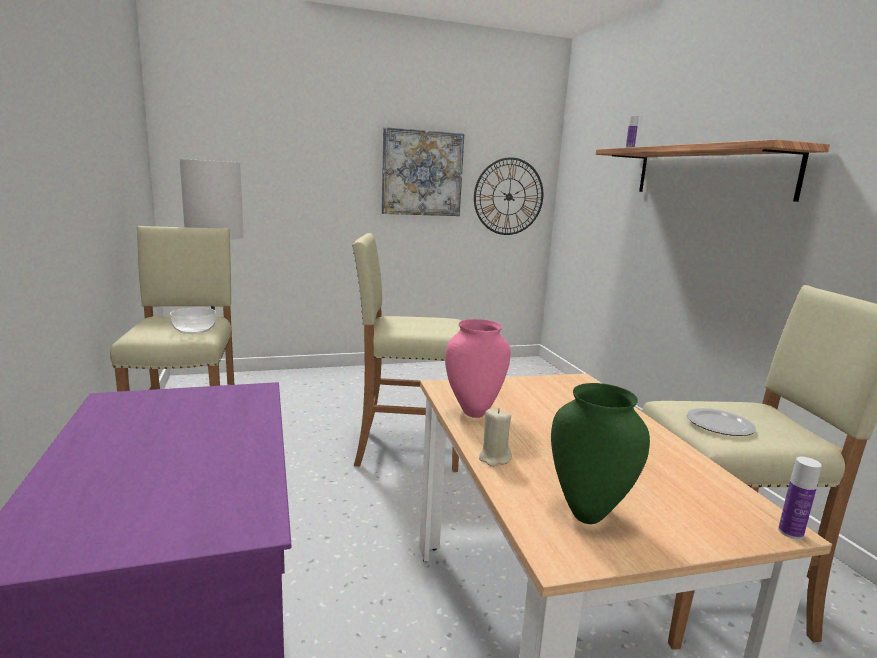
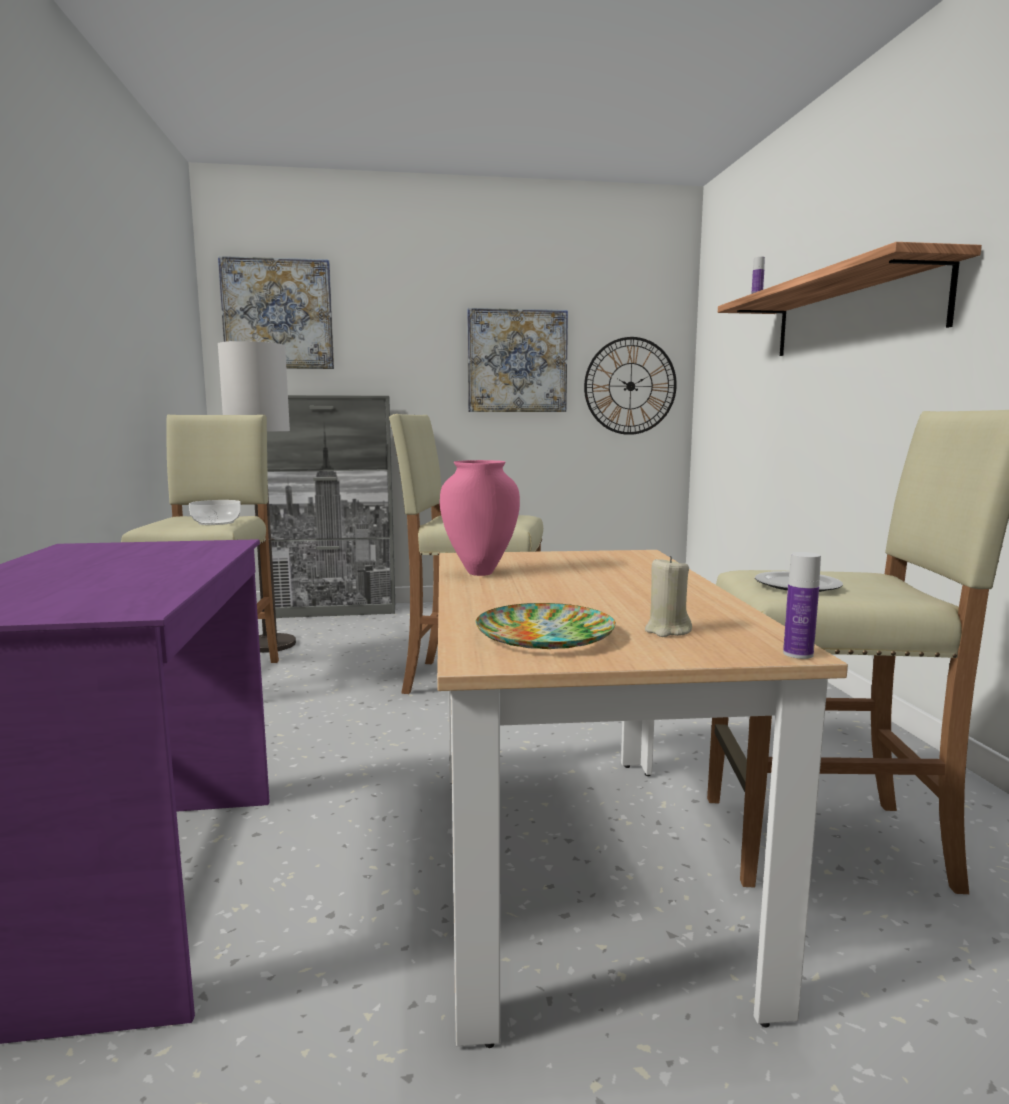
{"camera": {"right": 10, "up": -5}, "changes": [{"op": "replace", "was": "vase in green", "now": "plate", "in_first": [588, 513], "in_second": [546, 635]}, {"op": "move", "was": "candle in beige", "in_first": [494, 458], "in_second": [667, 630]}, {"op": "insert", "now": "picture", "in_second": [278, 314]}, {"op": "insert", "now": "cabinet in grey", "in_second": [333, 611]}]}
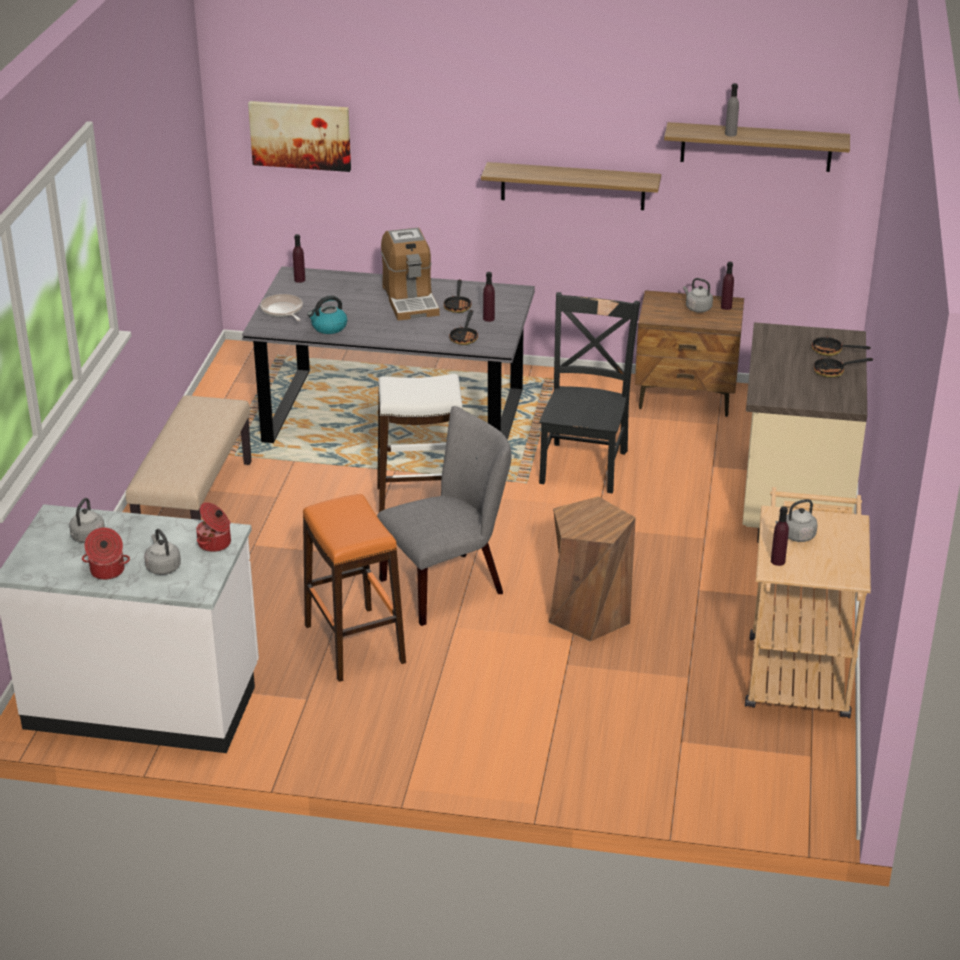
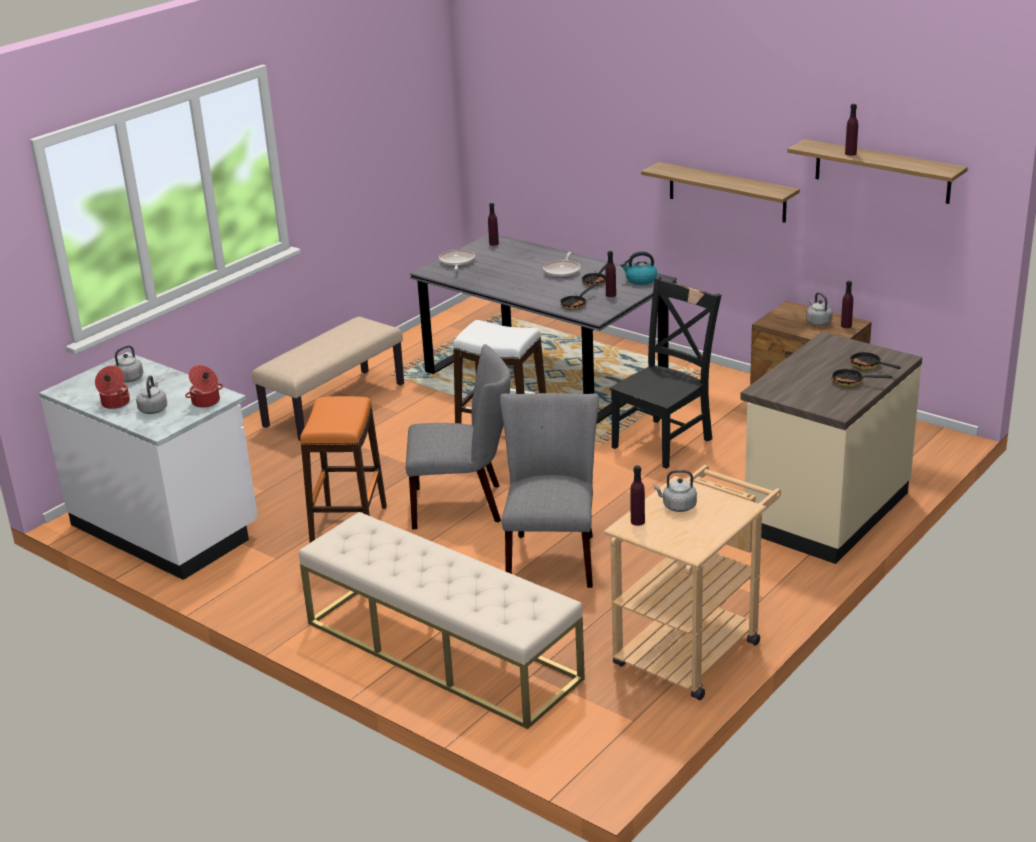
{"camera": {"right": 30, "up": -5}, "changes": [{"op": "recolor", "was": "bottle in grey", "now": "bottle in purple", "in_first": [730, 134], "in_second": [850, 153]}, {"op": "delete", "was": "picture", "in_first": [300, 135]}, {"op": "replace", "was": "coffee machine", "now": "frying pan", "in_first": [410, 300], "in_second": [562, 271]}, {"op": "move", "was": "kettle", "in_first": [328, 327], "in_second": [640, 280]}, {"op": "replace", "was": "stool in brown", "now": "chair in grey", "in_first": [588, 615], "in_second": [552, 556]}, {"op": "insert", "now": "bench in beige", "in_second": [441, 650]}]}
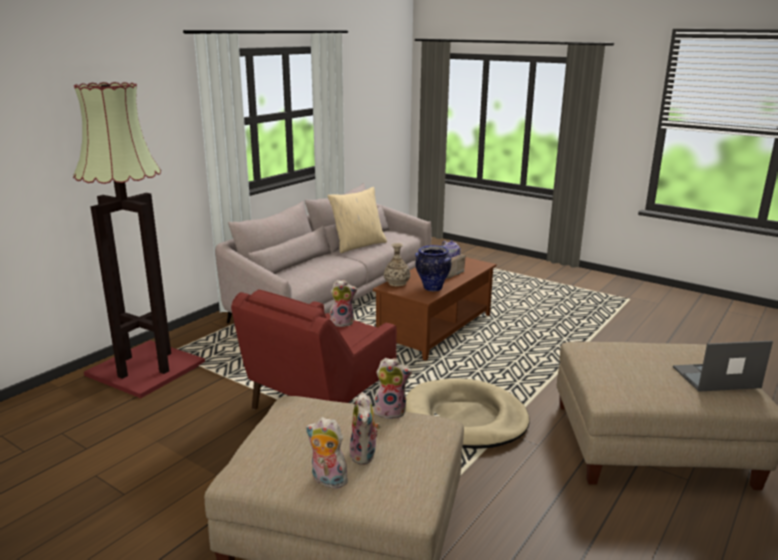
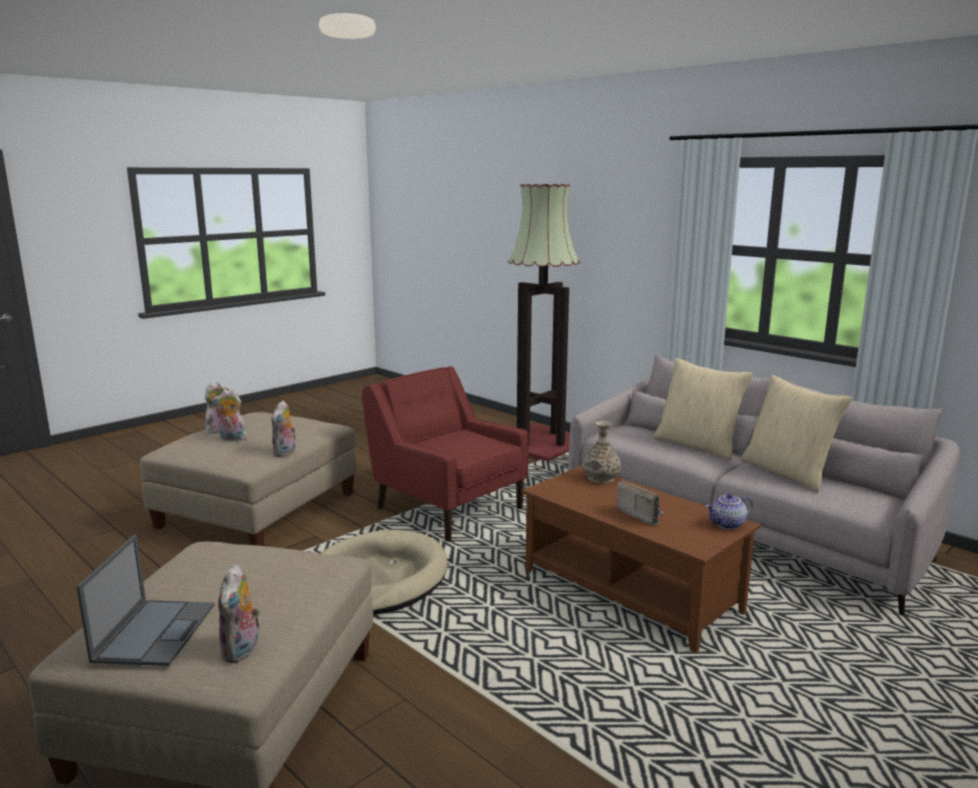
{"camera": {"right": 100, "up": -5}, "changes": [{"op": "delete", "was": "vase", "in_first": [432, 288]}, {"op": "move", "was": "plush toy", "in_first": [342, 322], "in_second": [242, 651]}, {"op": "insert", "now": "pillow in beige", "in_second": [698, 445]}]}
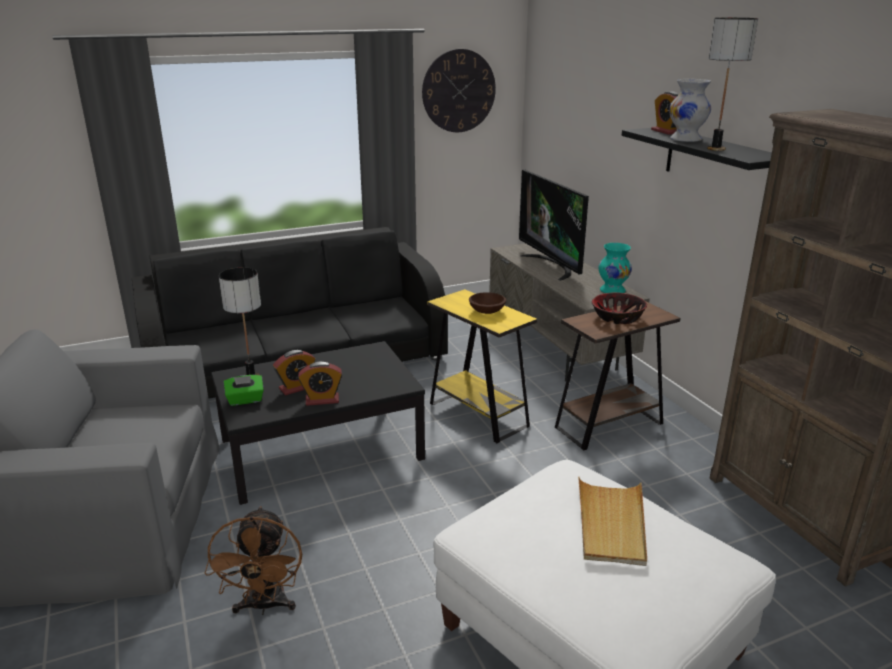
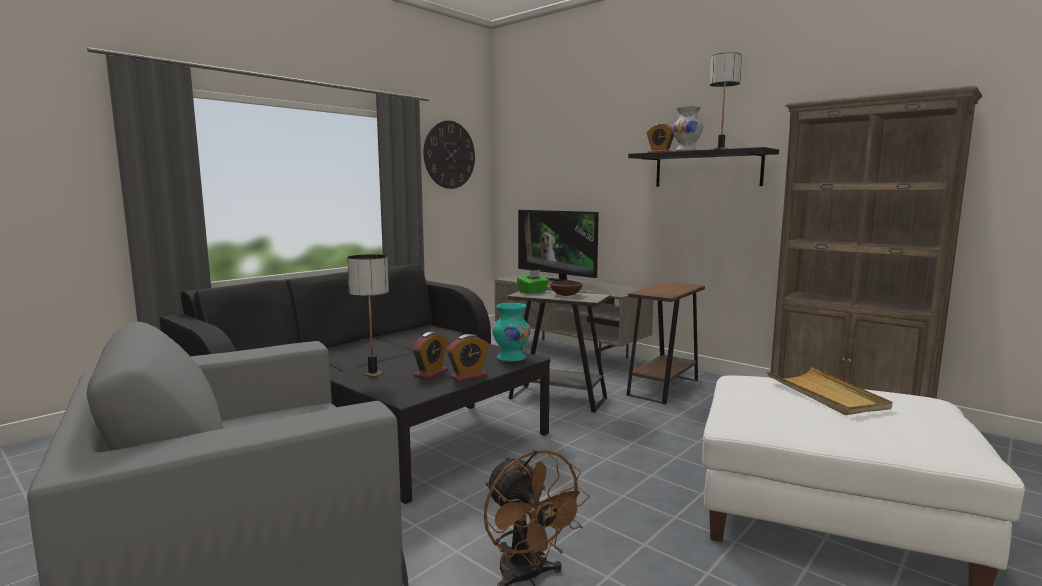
{"camera": {"right": -25, "up": -15}, "changes": [{"op": "move", "was": "vase in turquoise", "in_first": [612, 291], "in_second": [511, 358]}, {"op": "recolor", "was": "side table in yellow", "now": "side table in grey", "in_first": [478, 415], "in_second": [557, 398]}, {"op": "delete", "was": "bowl", "in_first": [617, 318]}, {"op": "move", "was": "tissue box in green", "in_first": [245, 400], "in_second": [533, 292]}]}
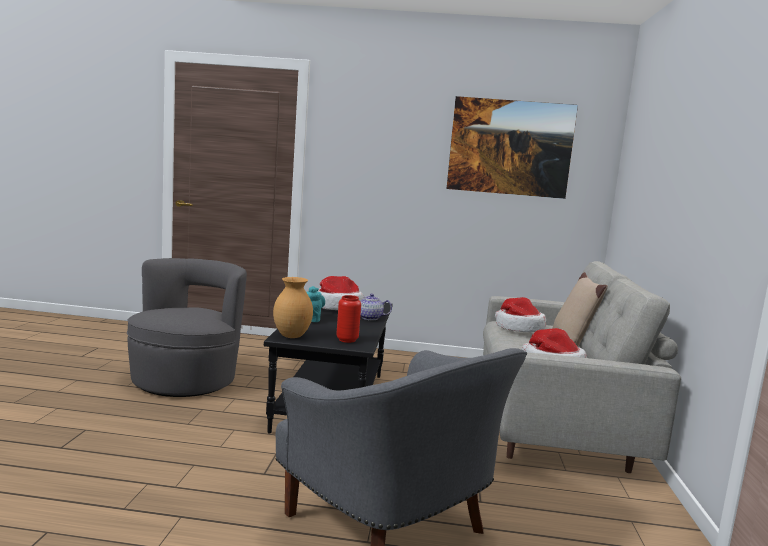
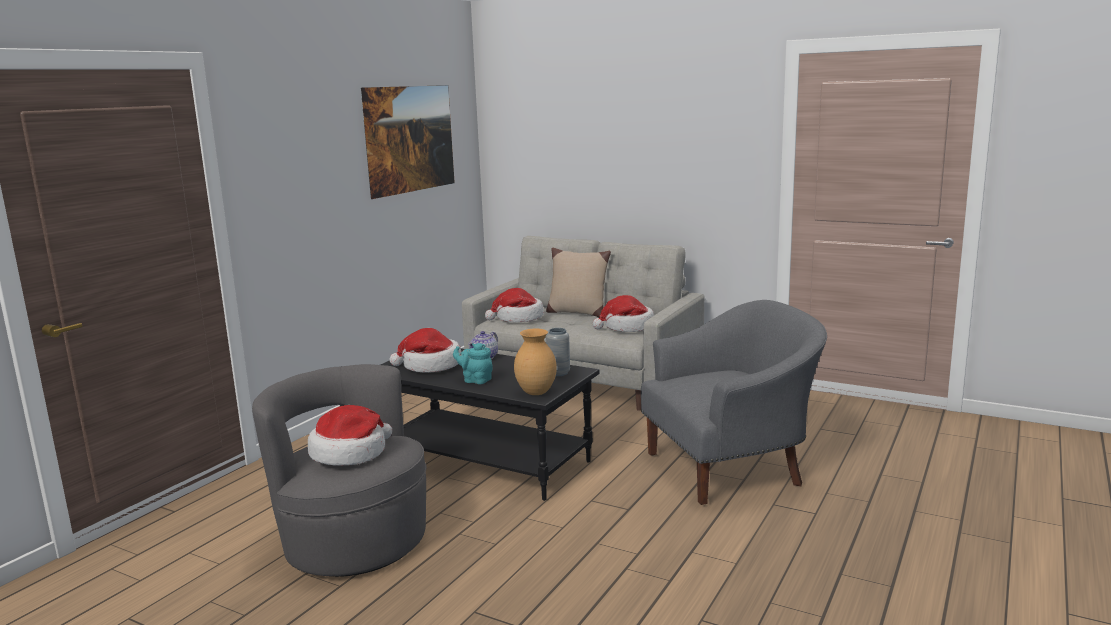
{"camera": {"right": -65, "up": 5}, "changes": [{"op": "recolor", "was": "vase in red", "now": "vase in grey", "in_first": [347, 340], "in_second": [558, 373]}, {"op": "insert", "now": "hat", "in_second": [350, 453]}]}
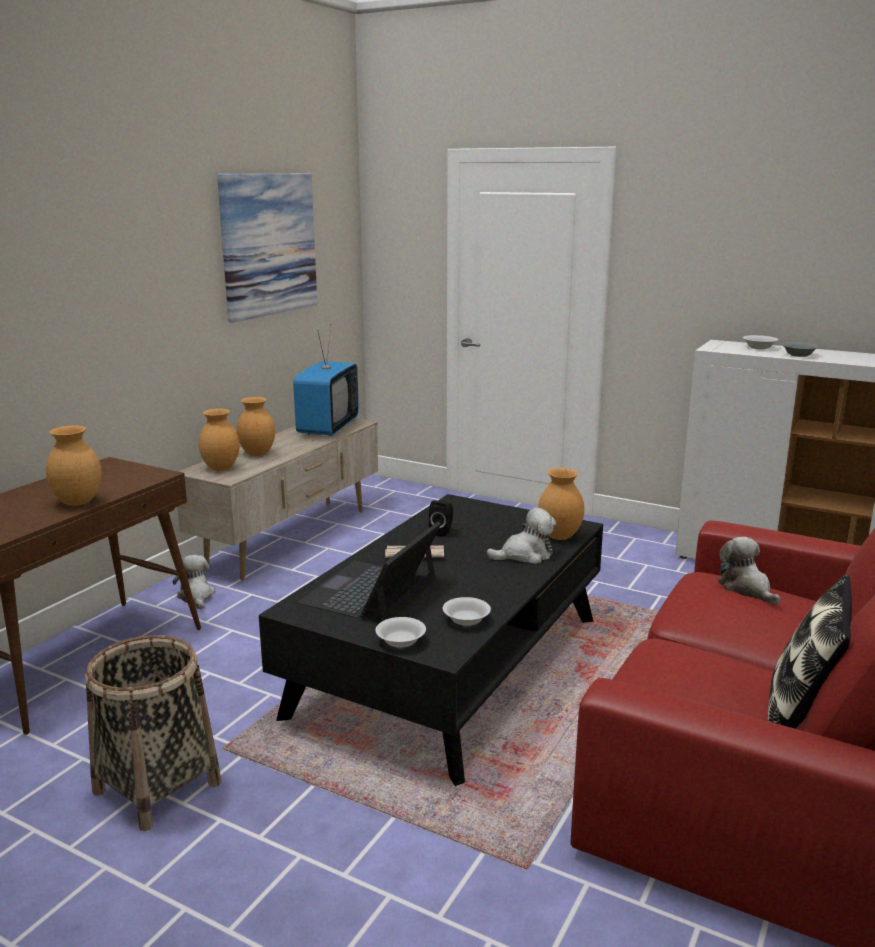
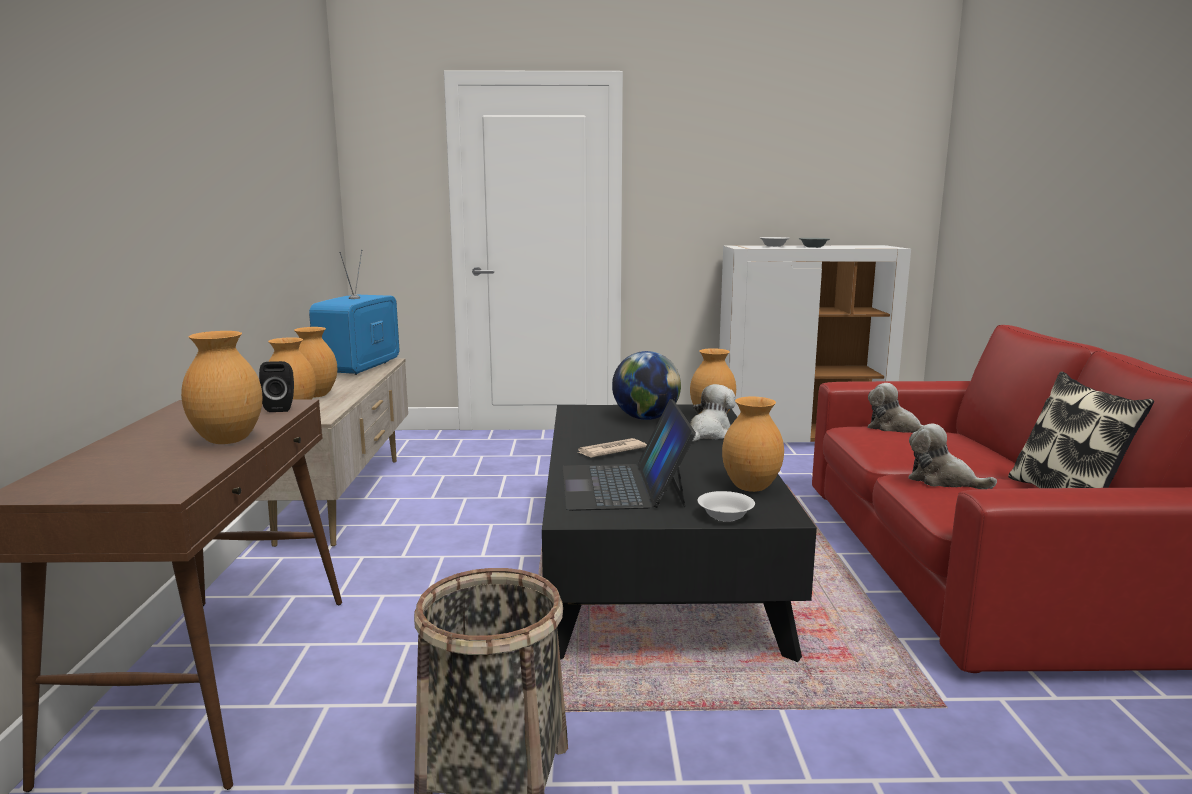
{"camera": {"right": -30, "up": -5}, "changes": [{"op": "delete", "was": "picture", "in_first": [269, 245]}, {"op": "rotate", "was": "television", "in_first": [328, 428], "in_second": [360, 368], "clockwise": -150}, {"op": "move", "was": "speaker in black", "in_first": [442, 532], "in_second": [281, 408]}, {"op": "move", "was": "plush toy", "in_first": [196, 596], "in_second": [942, 480]}, {"op": "replace", "was": "bowl in white", "now": "vase in brown", "in_first": [466, 620], "in_second": [750, 487]}, {"op": "insert", "now": "globe", "in_second": [645, 418]}]}
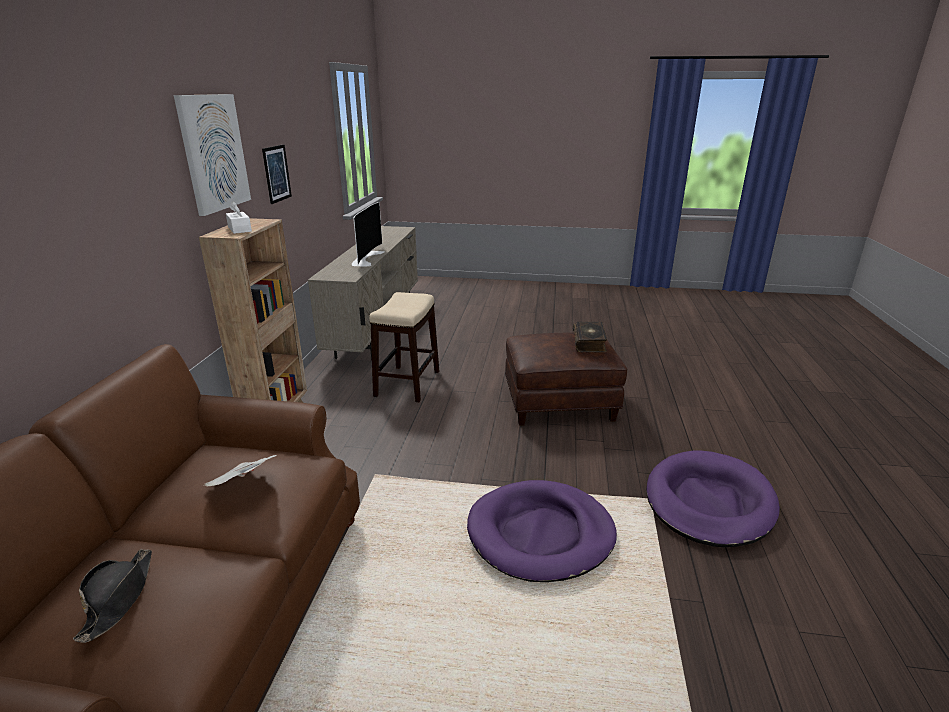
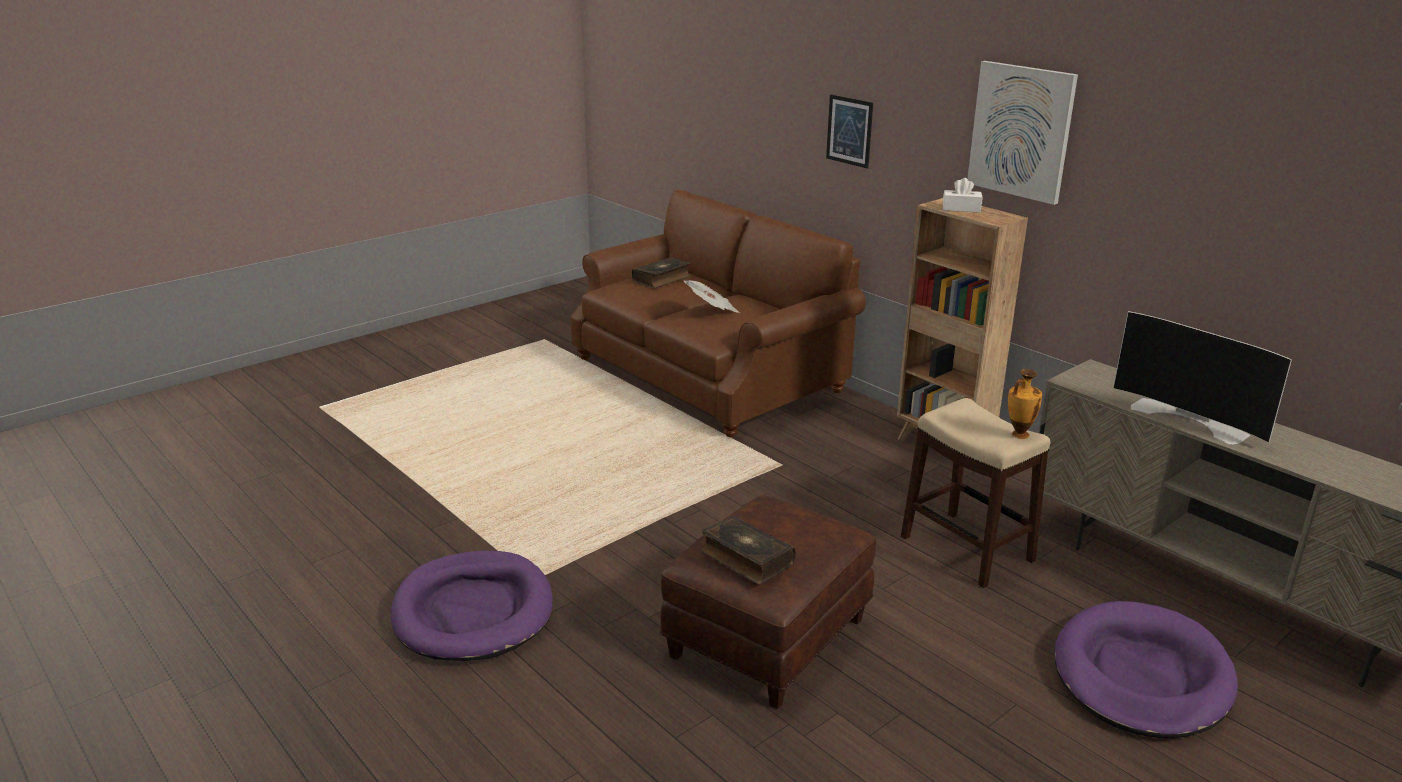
{"camera": {"right": 130, "up": 0}, "changes": [{"op": "move", "was": "picture", "in_first": [277, 173], "in_second": [849, 131]}, {"op": "move", "was": "dog bed in purple", "in_first": [540, 534], "in_second": [1141, 676]}, {"op": "replace", "was": "hat in black", "now": "book", "in_first": [119, 597], "in_second": [662, 279]}, {"op": "insert", "now": "vase", "in_second": [1019, 434]}]}
